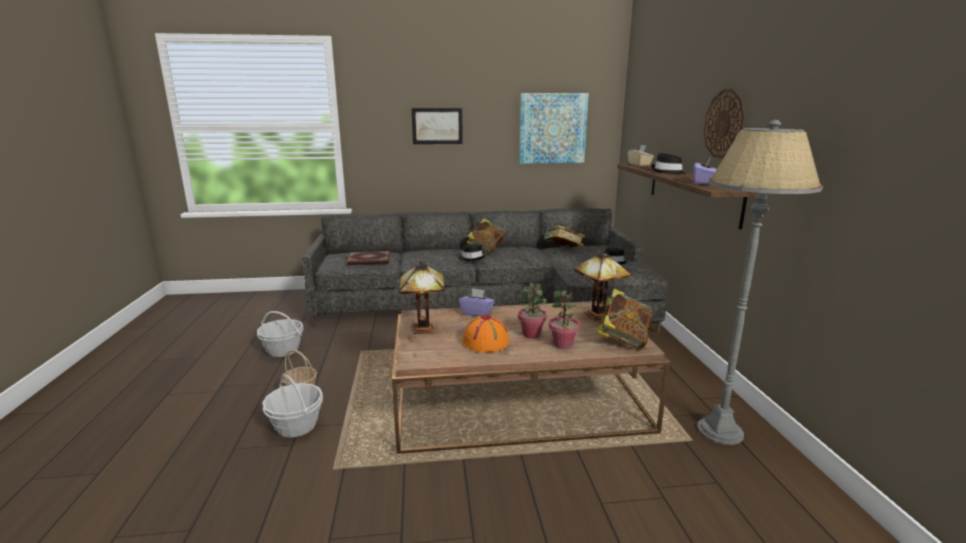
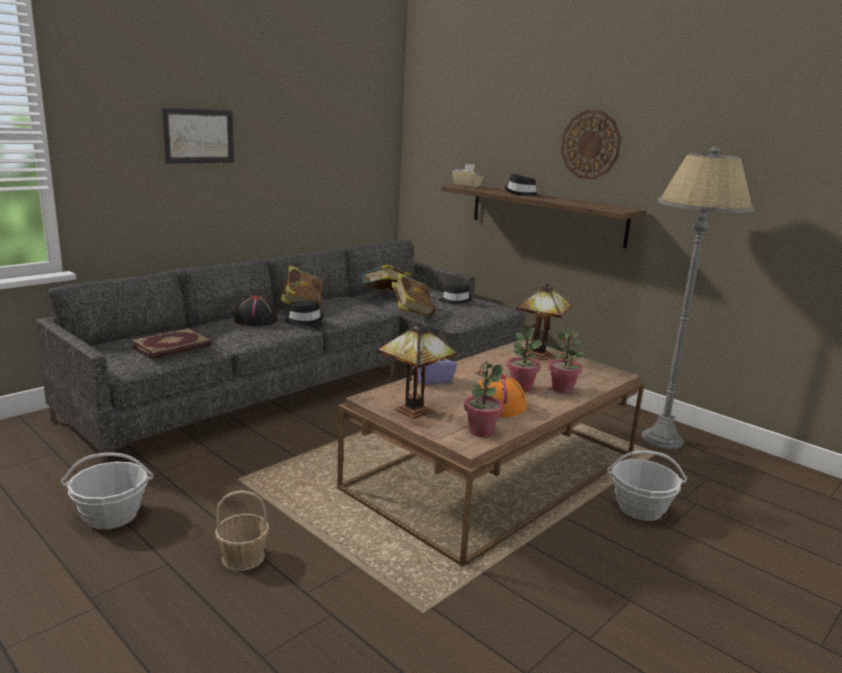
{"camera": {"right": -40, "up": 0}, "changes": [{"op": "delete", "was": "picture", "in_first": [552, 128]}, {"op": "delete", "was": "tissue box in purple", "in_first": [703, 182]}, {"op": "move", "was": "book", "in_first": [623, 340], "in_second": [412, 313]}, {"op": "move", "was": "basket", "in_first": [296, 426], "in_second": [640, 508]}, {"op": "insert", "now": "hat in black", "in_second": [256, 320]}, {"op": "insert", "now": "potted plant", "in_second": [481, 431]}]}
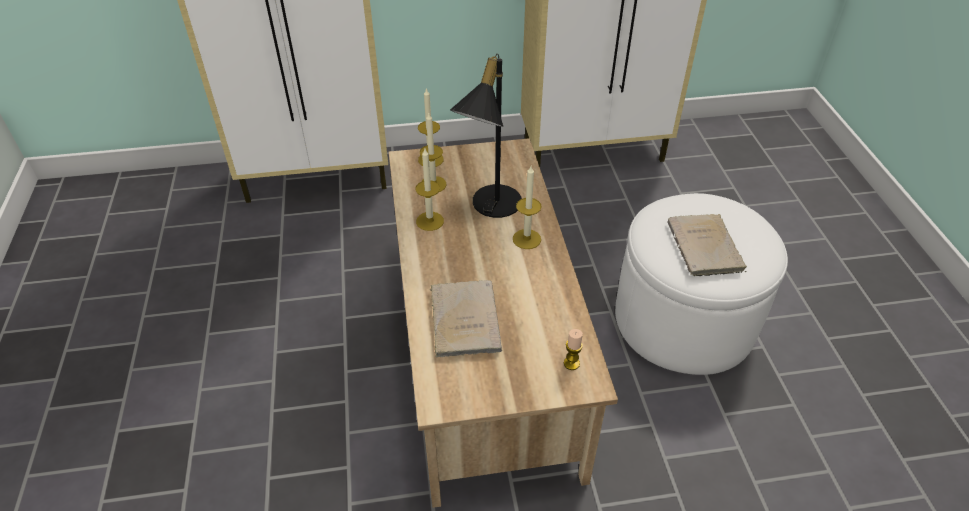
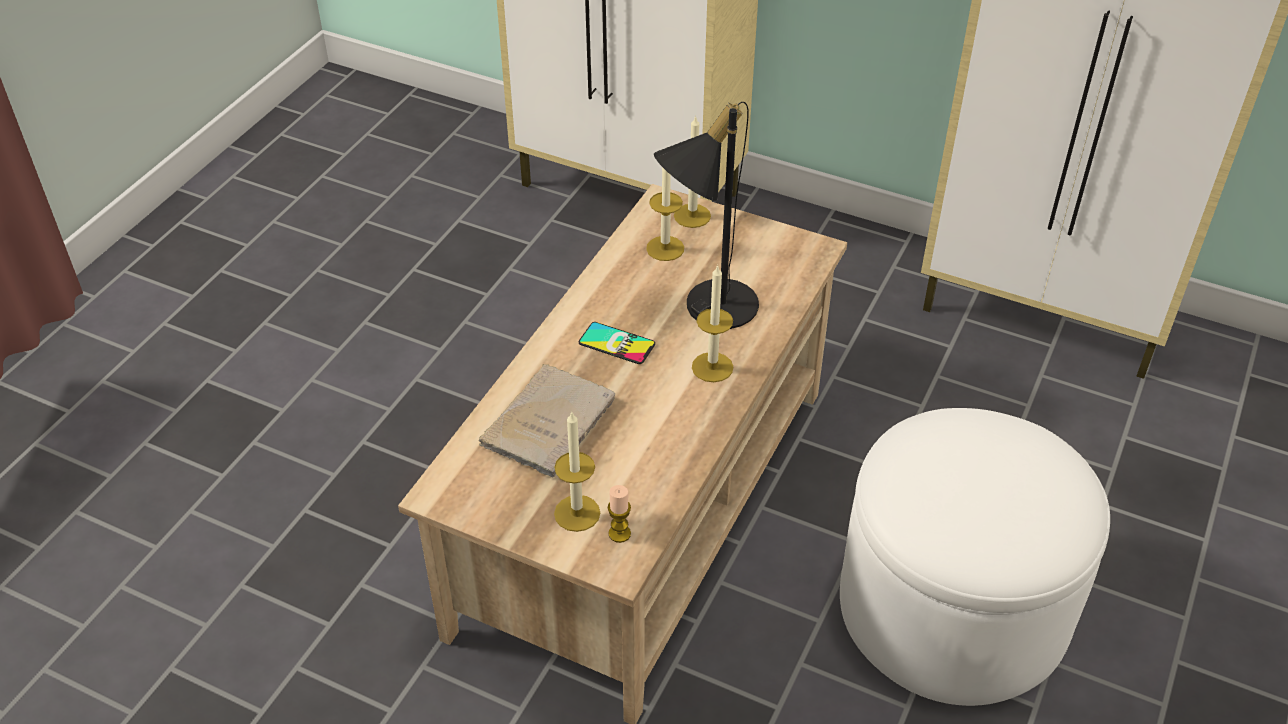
{"camera": {"right": 35, "up": 0}, "changes": [{"op": "move", "was": "candle", "in_first": [430, 221], "in_second": [577, 513]}, {"op": "delete", "was": "book in beige", "in_first": [705, 249]}, {"op": "insert", "now": "phone", "in_second": [616, 343]}]}
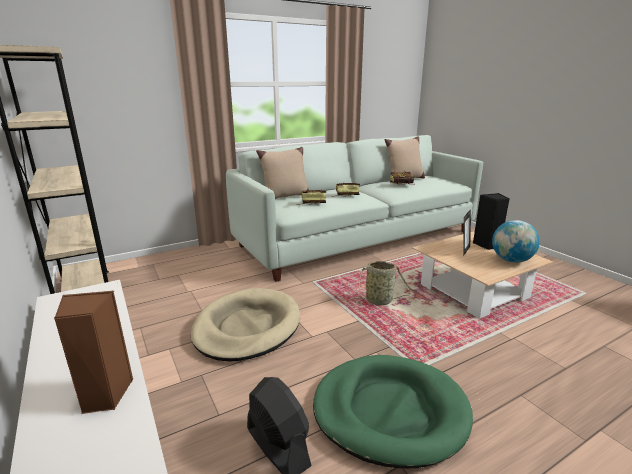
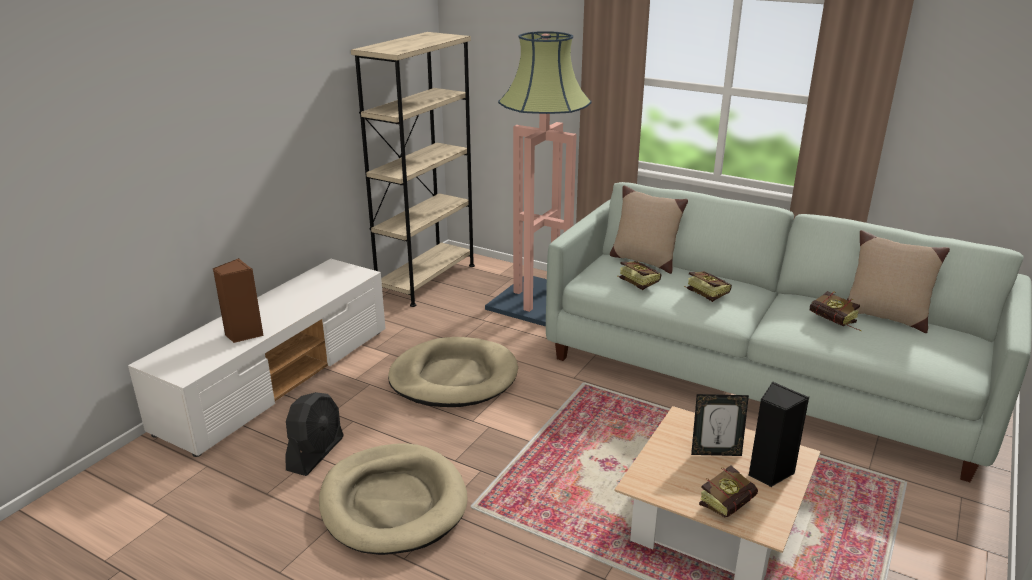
{"camera": {"right": 60, "up": 5}, "changes": [{"op": "replace", "was": "globe", "now": "book", "in_first": [511, 260], "in_second": [730, 503]}, {"op": "delete", "was": "basket", "in_first": [381, 301]}, {"op": "recolor", "was": "dog bed in green", "now": "dog bed in beige", "in_first": [389, 411], "in_second": [393, 502]}, {"op": "insert", "now": "floor lamp", "in_second": [542, 302]}]}
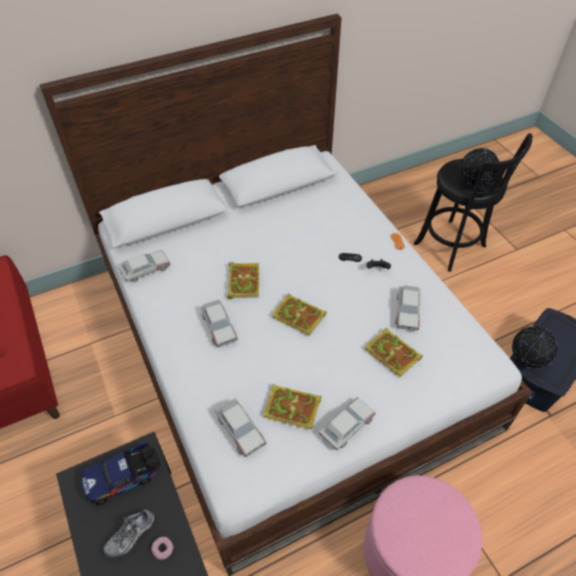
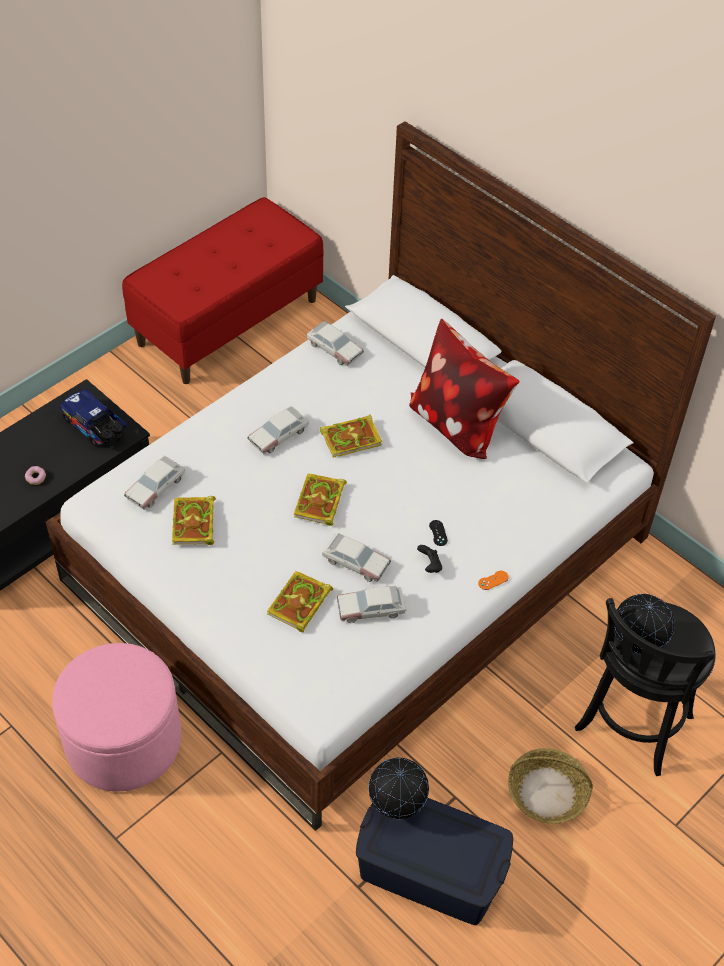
{"camera": {"right": 70, "up": 0}, "changes": [{"op": "move", "was": "toy car", "in_first": [346, 426], "in_second": [355, 562]}, {"op": "delete", "was": "shoe", "in_first": [130, 535]}, {"op": "insert", "now": "pillow", "in_second": [456, 423]}, {"op": "insert", "now": "basket", "in_second": [546, 793]}]}
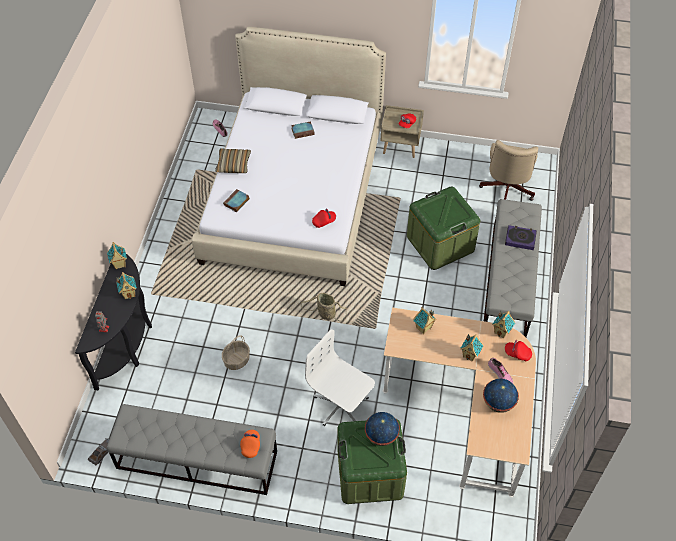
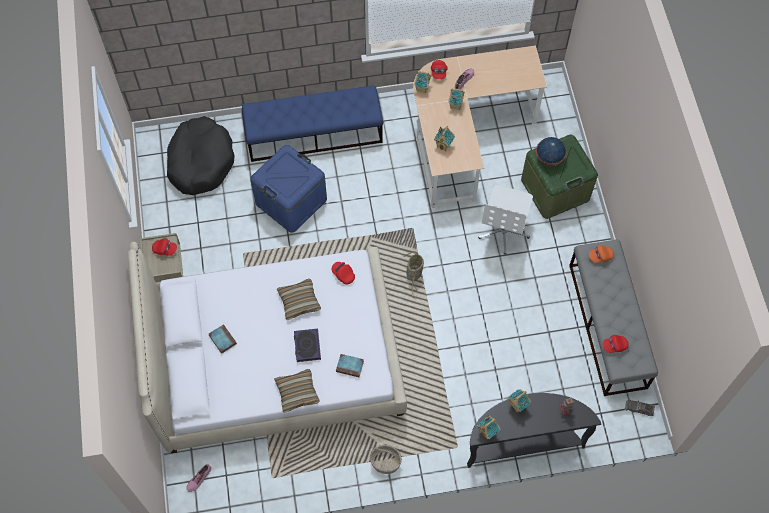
{"camera": {"right": -110, "up": 10}, "changes": [{"op": "replace", "was": "office chair in beige", "now": "dog bed in black", "in_first": [506, 190], "in_second": [200, 161]}, {"op": "recolor", "was": "storage box in green", "now": "storage box in blue", "in_first": [440, 243], "in_second": [291, 201]}, {"op": "recolor", "was": "bench in grey", "now": "bench in blue", "in_first": [508, 280], "in_second": [314, 135]}, {"op": "move", "was": "book", "in_first": [520, 239], "in_second": [307, 346]}, {"op": "move", "was": "basket", "in_first": [236, 360], "in_second": [385, 462]}, {"op": "delete", "was": "globe", "in_first": [498, 403]}, {"op": "insert", "now": "pillow", "in_second": [299, 301]}, {"op": "insert", "now": "cap in red", "in_second": [614, 346]}]}
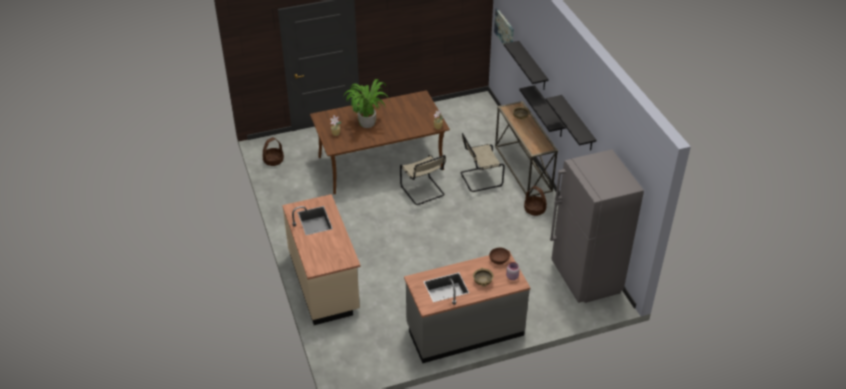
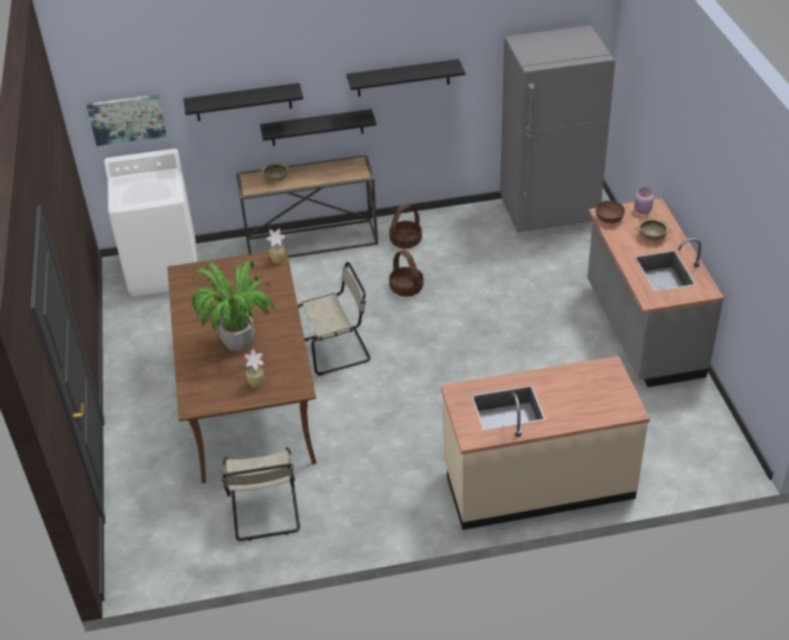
{"camera": {"right": -80, "up": 0}, "changes": [{"op": "move", "was": "chair in beige", "in_first": [479, 179], "in_second": [265, 514]}, {"op": "move", "was": "basket", "in_first": [273, 160], "in_second": [406, 287]}, {"op": "insert", "now": "washing machine in white", "in_second": [164, 270]}]}
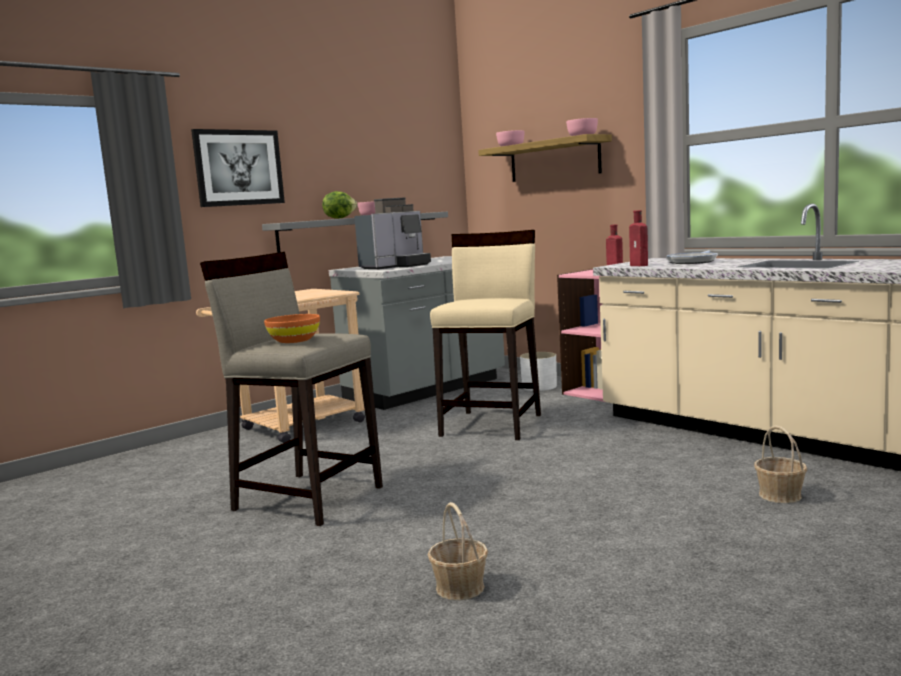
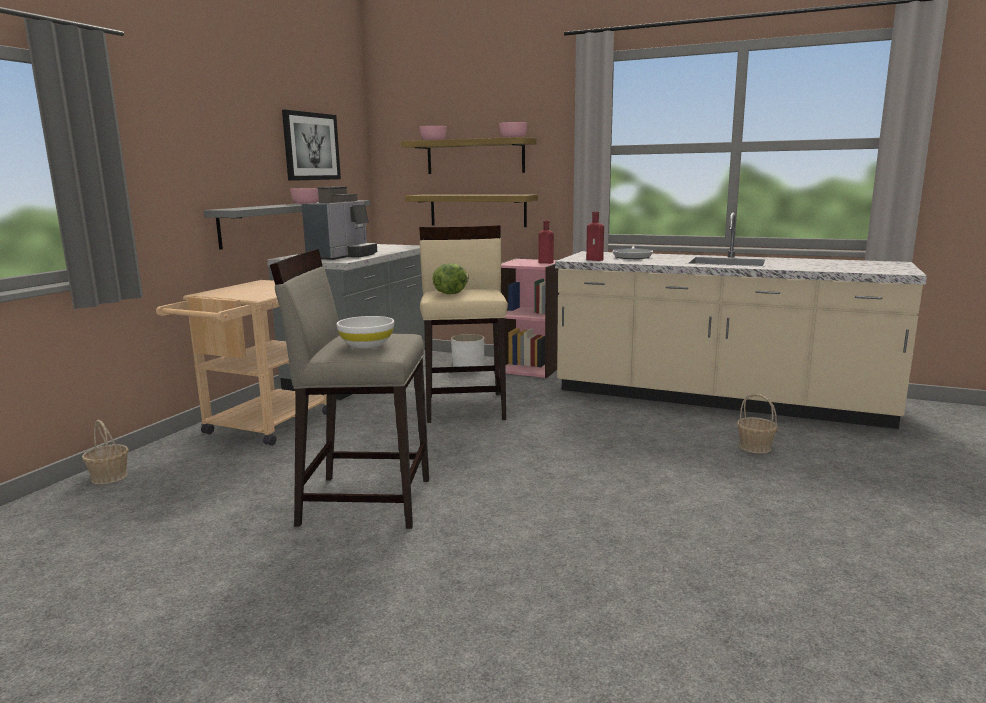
{"camera": {"right": -25, "up": 5}, "changes": [{"op": "move", "was": "picture", "in_first": [238, 168], "in_second": [311, 146]}, {"op": "move", "was": "lettuce", "in_first": [339, 218], "in_second": [450, 293]}, {"op": "recolor", "was": "bowl in orange", "now": "bowl in white", "in_first": [294, 340], "in_second": [366, 344]}, {"op": "move", "was": "basket", "in_first": [460, 588], "in_second": [109, 477]}, {"op": "insert", "now": "shelf", "in_second": [477, 210]}]}
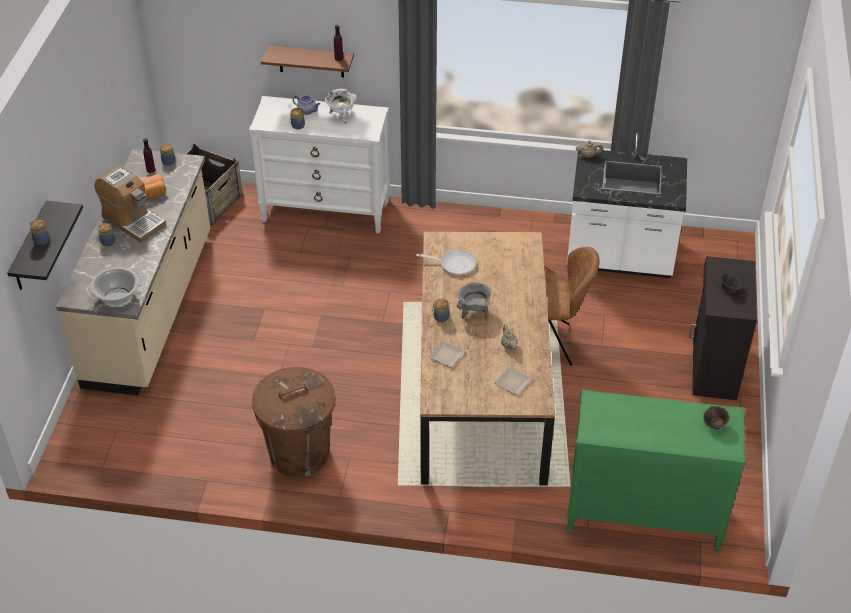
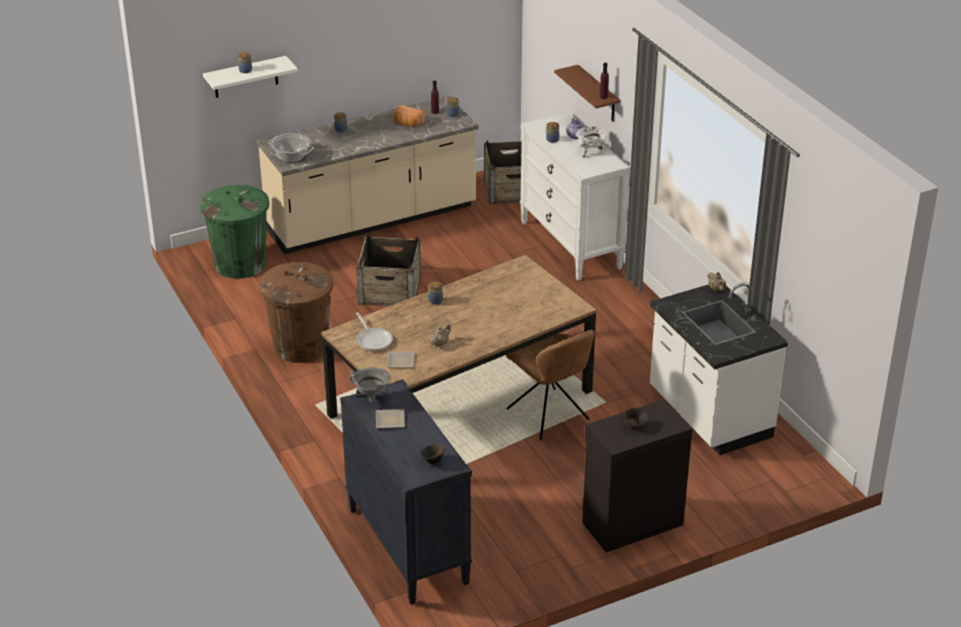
{"camera": {"right": 55, "up": -10}, "changes": [{"op": "delete", "was": "coffee machine", "in_first": [133, 221]}, {"op": "recolor", "was": "shelf in black", "now": "shelf in white", "in_first": [30, 248], "in_second": [246, 77]}, {"op": "move", "was": "frying pan", "in_first": [454, 264], "in_second": [373, 339]}, {"op": "move", "was": "cooking pot in grey", "in_first": [473, 311], "in_second": [371, 398]}, {"op": "move", "was": "plate", "in_first": [447, 356], "in_second": [389, 421]}, {"op": "recolor", "was": "dresser in green", "now": "dresser in black", "in_first": [642, 517], "in_second": [407, 546]}, {"op": "insert", "now": "trash can in green", "in_second": [240, 264]}, {"op": "insert", "now": "crate", "in_second": [390, 290]}]}
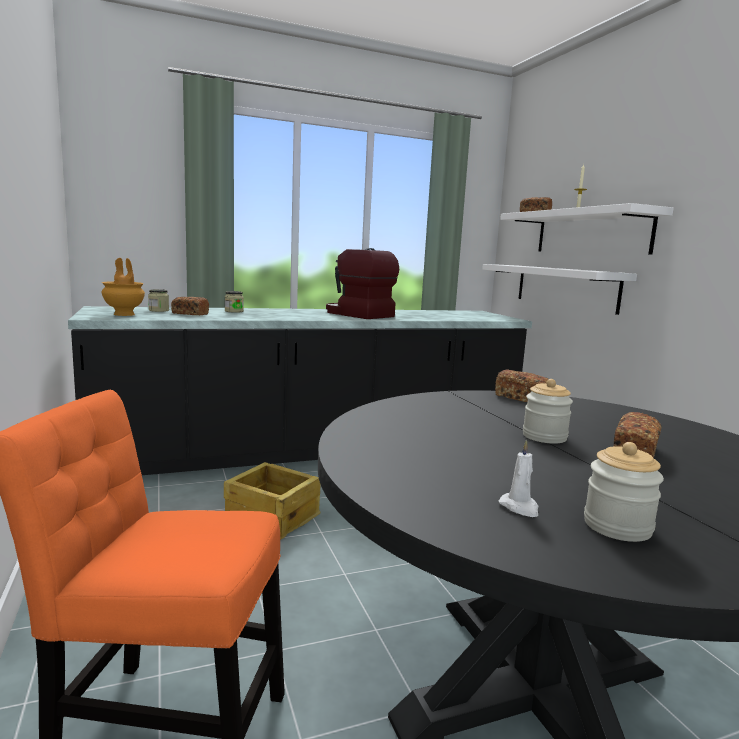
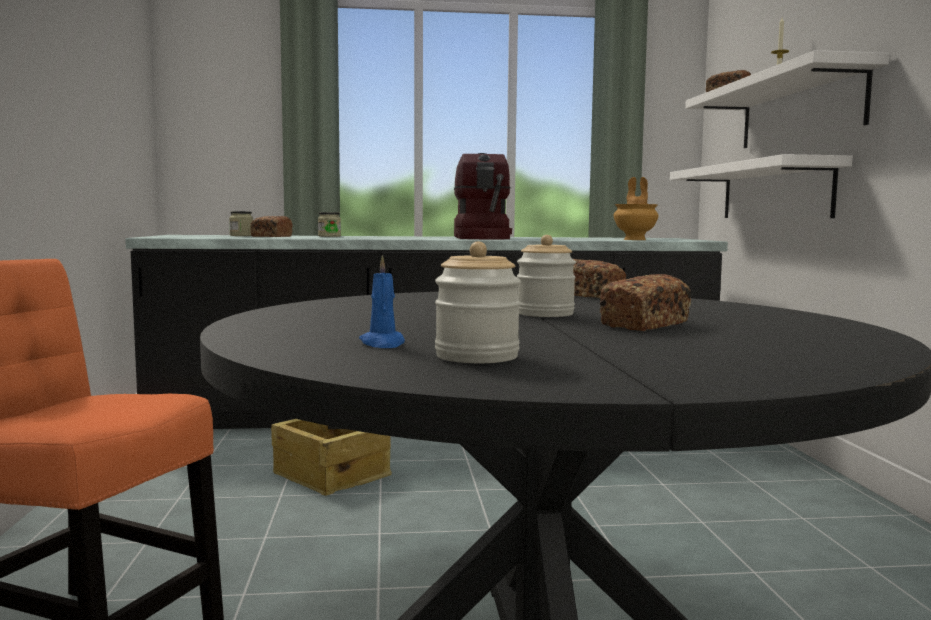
{"camera": {"right": 15, "up": -5}, "changes": [{"op": "rotate", "was": "coffee machine", "in_first": [357, 314], "in_second": [483, 238], "clockwise": -150}, {"op": "move", "was": "vase in brown", "in_first": [125, 314], "in_second": [635, 239]}, {"op": "recolor", "was": "candle in white", "now": "candle in blue", "in_first": [520, 507], "in_second": [383, 344]}]}
